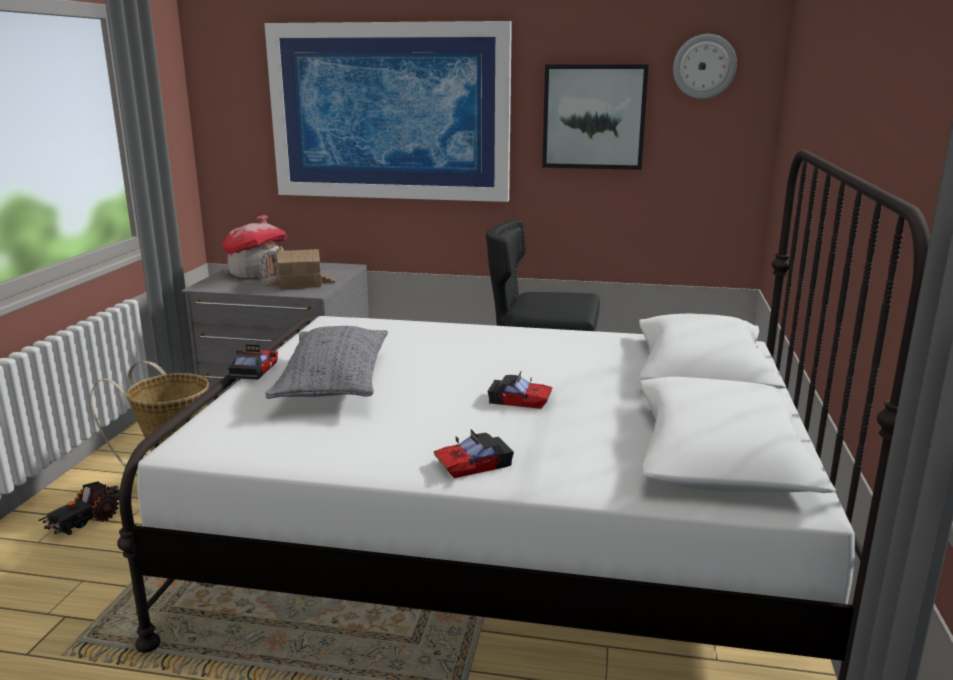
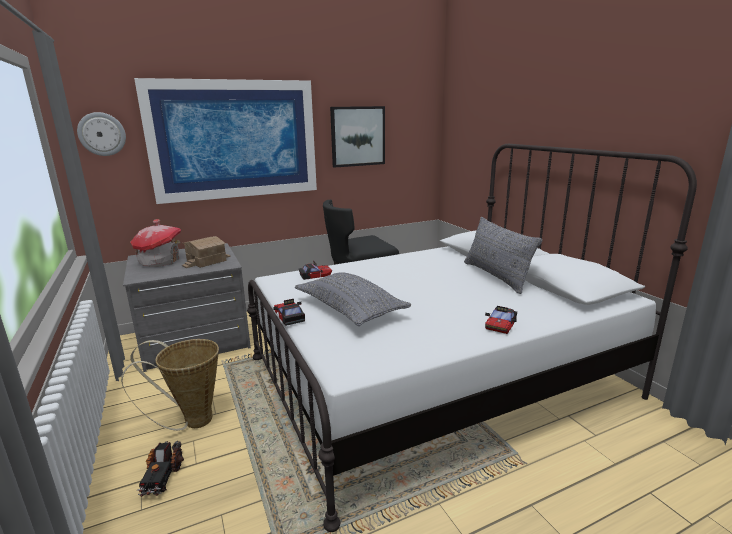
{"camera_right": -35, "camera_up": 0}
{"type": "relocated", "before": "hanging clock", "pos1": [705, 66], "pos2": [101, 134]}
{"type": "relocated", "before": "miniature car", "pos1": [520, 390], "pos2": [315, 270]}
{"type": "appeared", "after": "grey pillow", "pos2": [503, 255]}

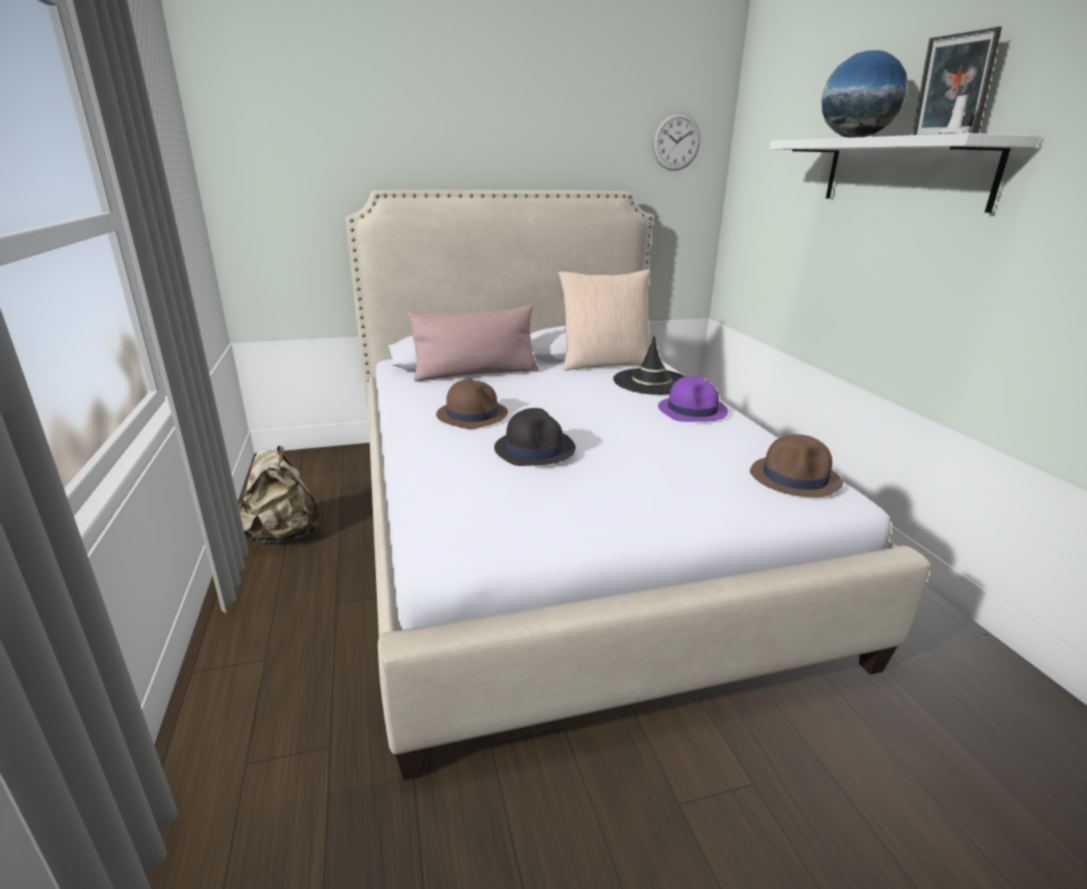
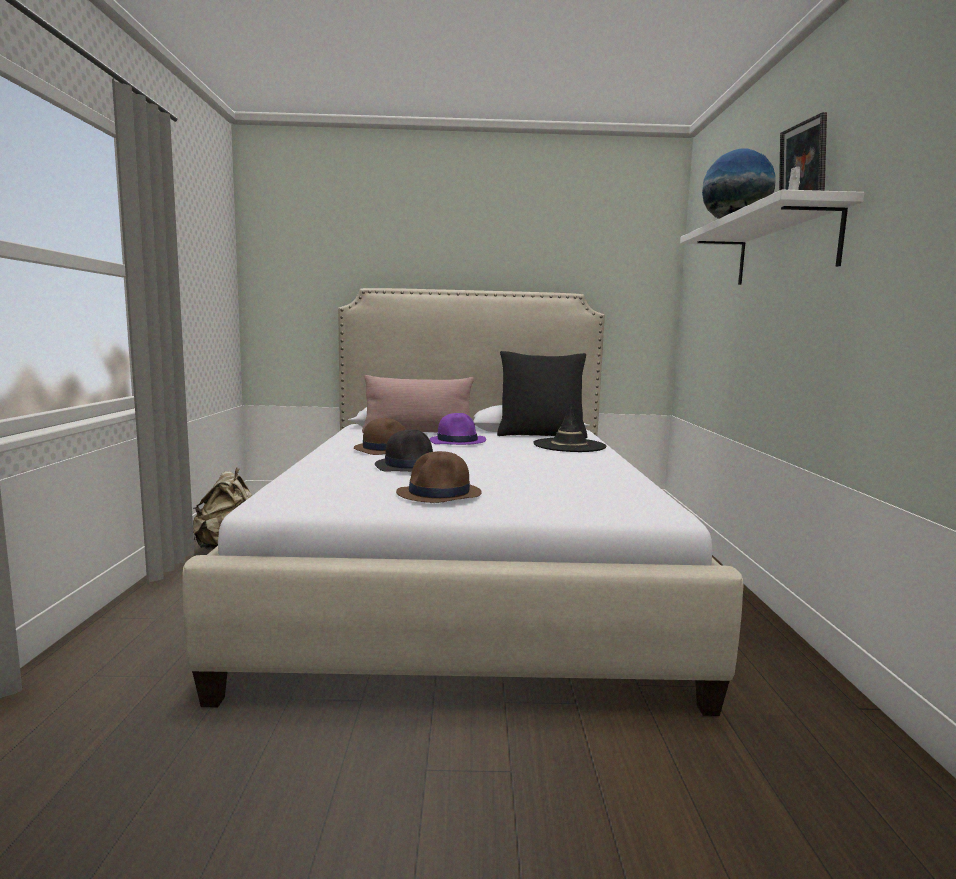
{"camera_right": 15, "camera_up": -15}
{"type": "relocated", "before": "brownish clothing hat", "pos1": [796, 465], "pos2": [439, 477]}
{"type": "relocated", "before": "purple-coloured clothing hat", "pos1": [693, 399], "pos2": [458, 429]}
{"type": "colour", "before": "sand-coloured pillow", "after": "black-coloured pillow", "pos1": [604, 320], "pos2": [542, 395]}
{"type": "missing", "before": "hanging clock", "pos1": [676, 141]}

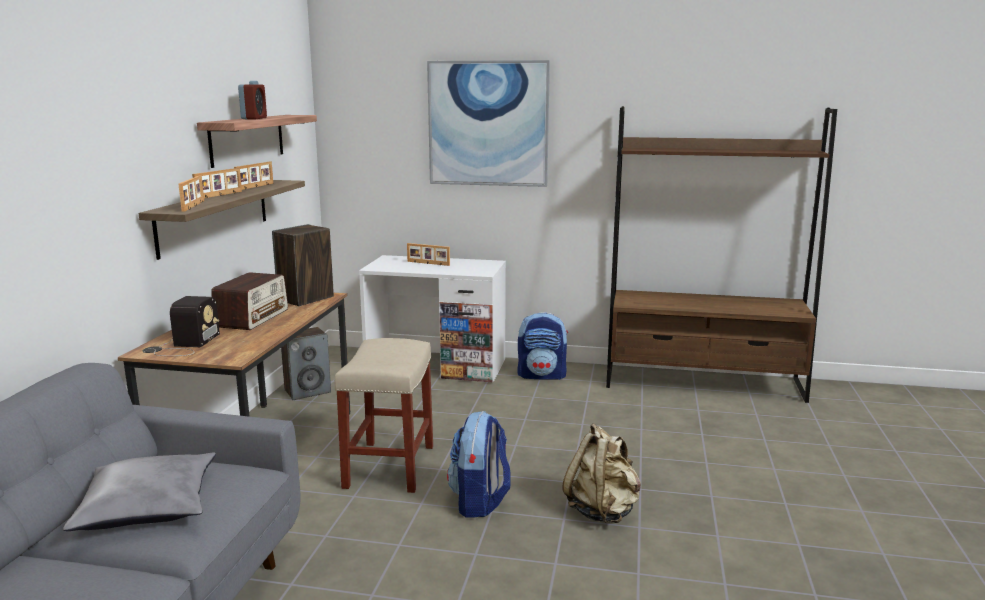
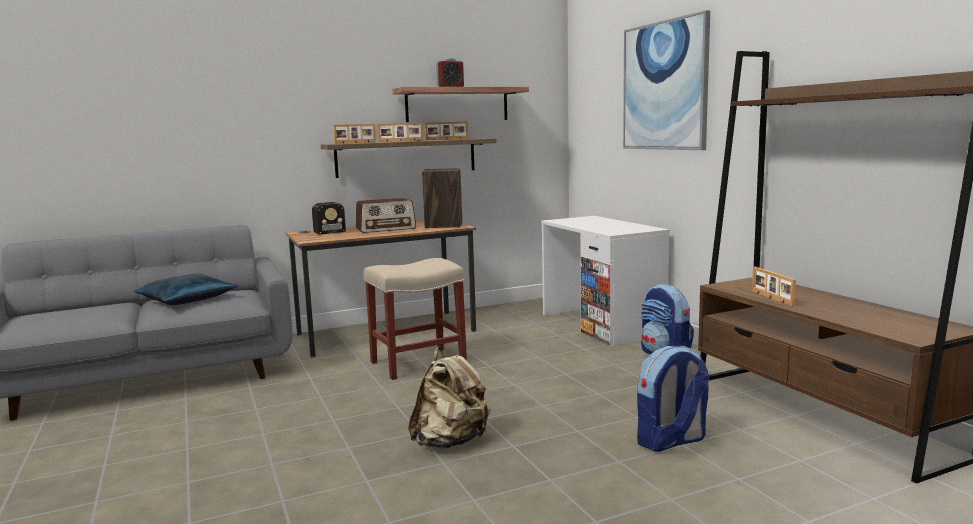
{"camera_right": 55, "camera_up": -5}
{"type": "colour", "before": "grey pillow", "after": "bluish pillow", "pos1": [139, 491], "pos2": [186, 289]}
{"type": "relocated", "before": "rucksack", "pos1": [479, 464], "pos2": [673, 399]}
{"type": "relocated", "before": "photo frame", "pos1": [428, 254], "pos2": [774, 287]}
{"type": "missing", "before": "audio speaker", "pos1": [306, 363]}

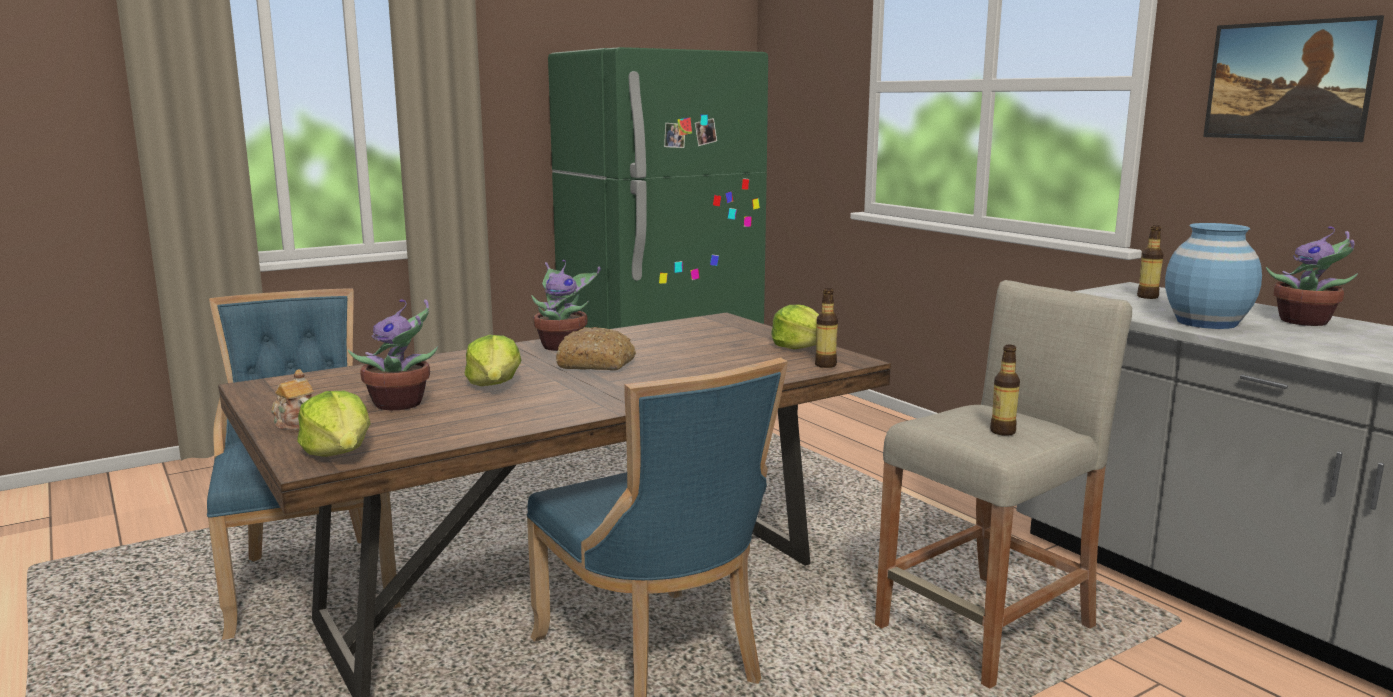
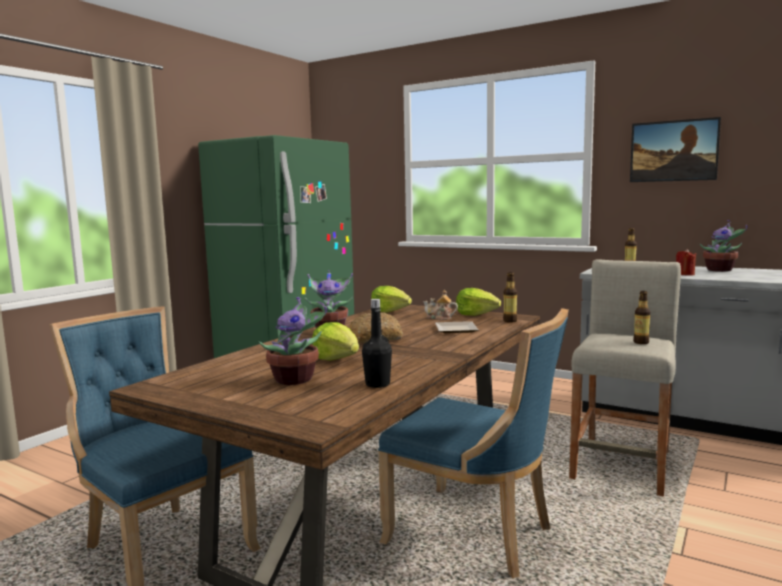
{"camera_right": -25, "camera_up": -5}
{"type": "appeared", "after": "black-coloured bottle", "pos2": [377, 343]}
{"type": "relocated", "before": "lettuce", "pos1": [333, 424], "pos2": [391, 299]}
{"type": "relocated", "before": "pot for tea", "pos1": [293, 399], "pos2": [440, 305]}
{"type": "appeared", "after": "flat dish", "pos2": [456, 327]}
{"type": "exchanged", "before": "bluish vase", "after": "red-coloured candle", "pos1": [1213, 276], "pos2": [686, 262]}

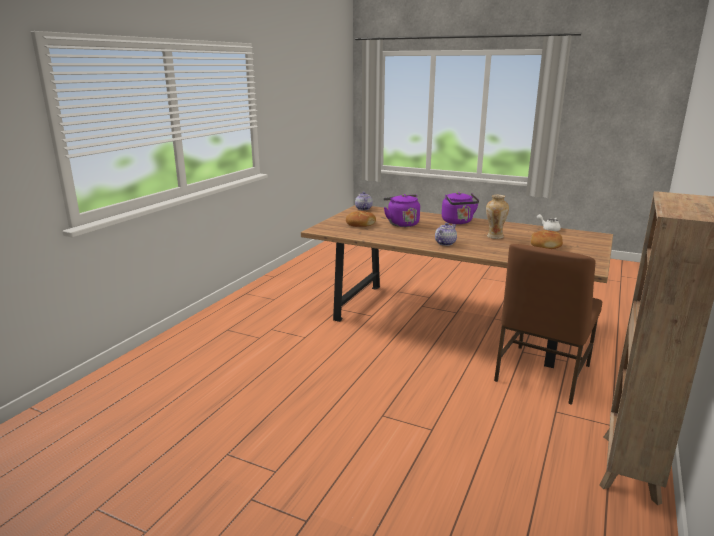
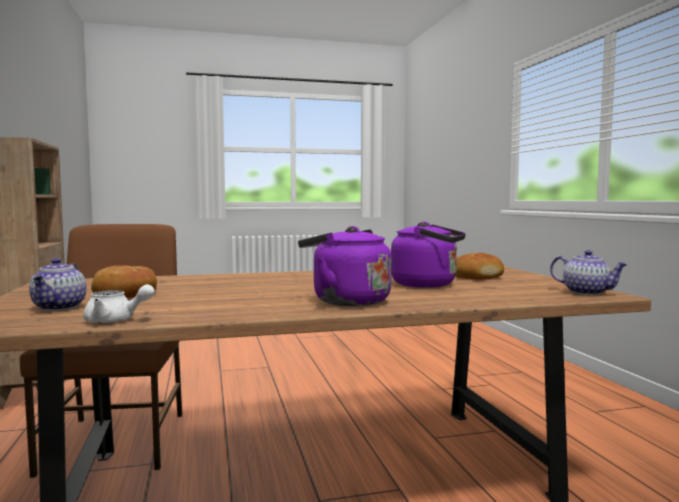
{"camera_right": 140, "camera_up": -15}
{"type": "relocated", "before": "pot for tea", "pos1": [446, 234], "pos2": [58, 284]}
{"type": "missing", "before": "vase", "pos1": [497, 217]}

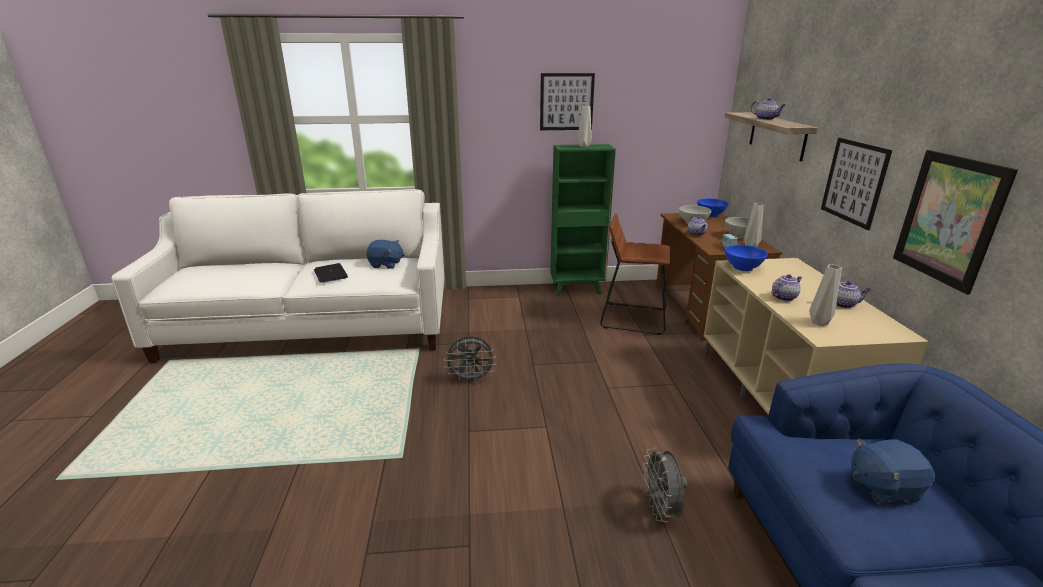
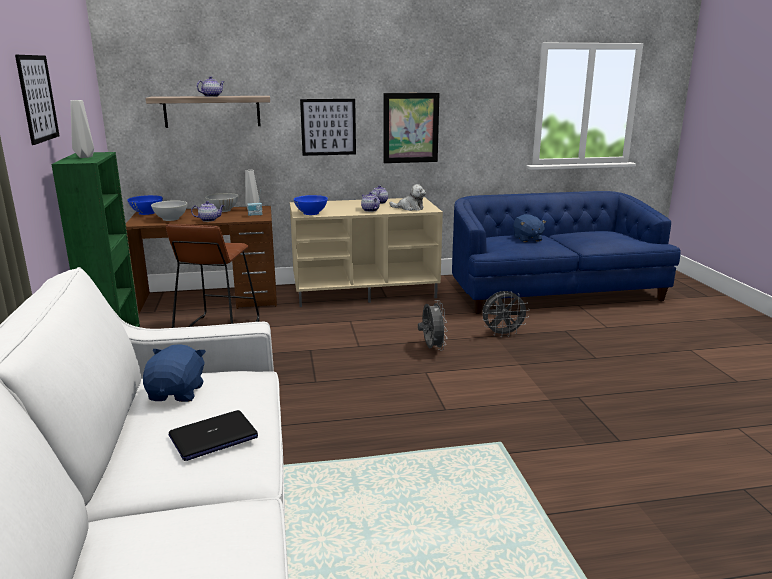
{"camera_right": -95, "camera_up": -5}
{"type": "exchanged", "before": "grey vase", "after": "soft toy", "pos1": [825, 295], "pos2": [407, 197]}
{"type": "relocated", "before": "grey electric fan", "pos1": [470, 360], "pos2": [433, 325]}

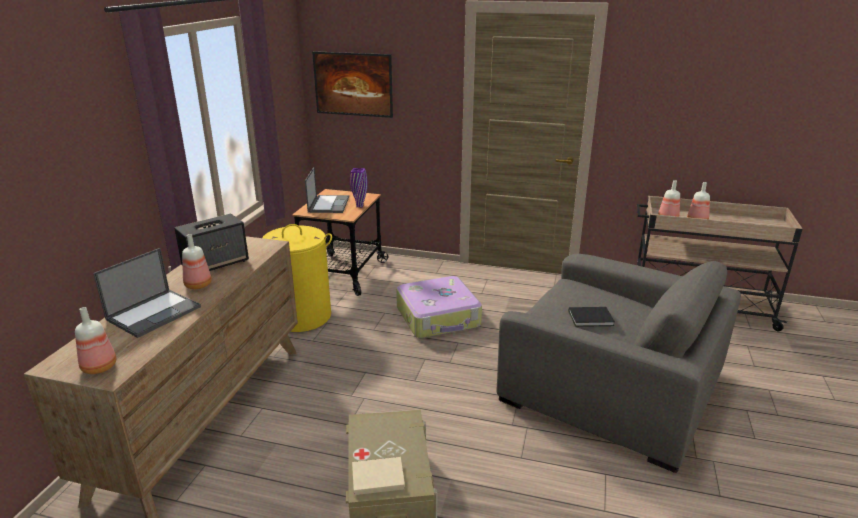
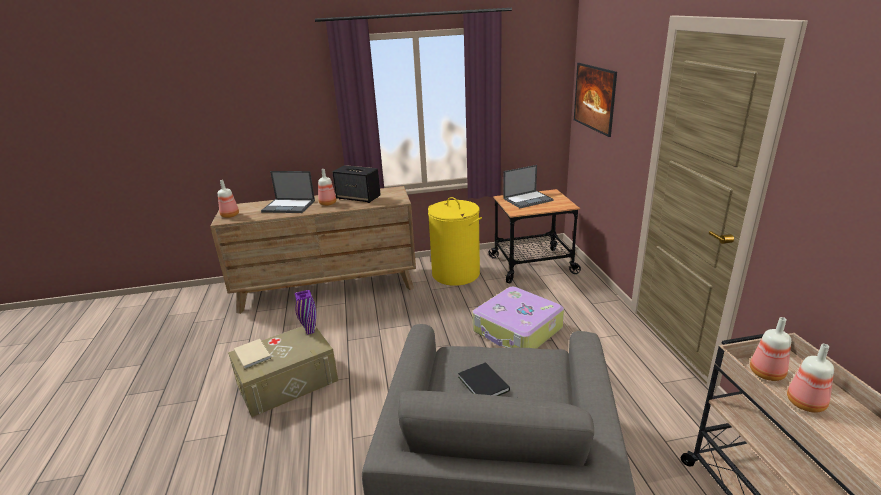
{"camera_right": 65, "camera_up": 0}
{"type": "relocated", "before": "purple-coloured vase", "pos1": [359, 187], "pos2": [305, 312]}

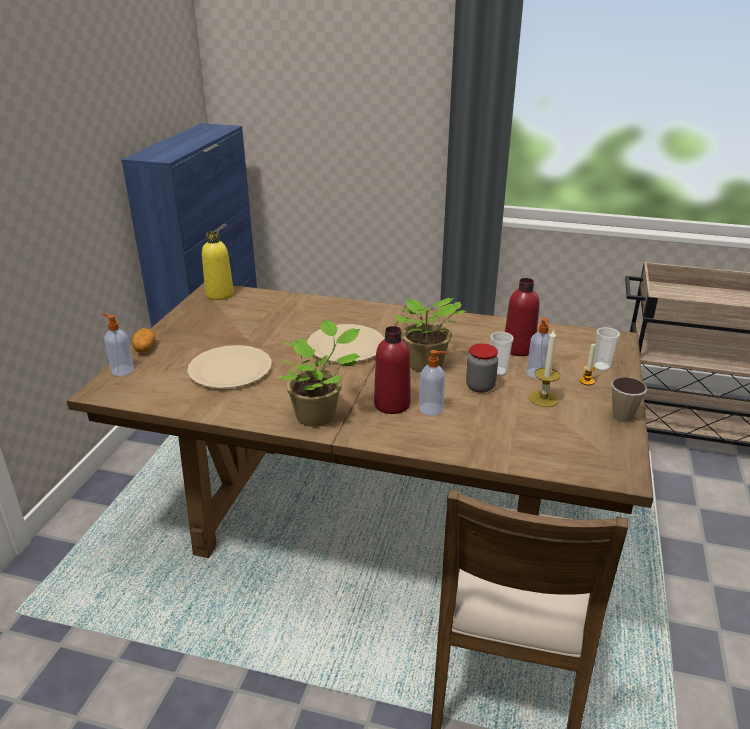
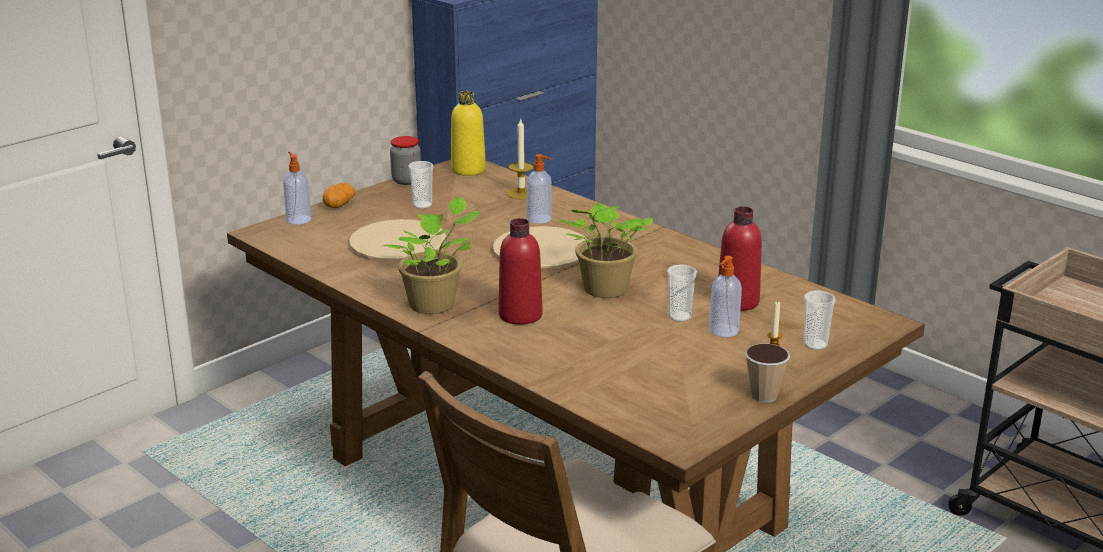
{"camera_right": 30, "camera_up": -5}
{"type": "relocated", "before": "jar", "pos1": [482, 368], "pos2": [405, 160]}
{"type": "appeared", "after": "cup", "pos2": [420, 185]}
{"type": "relocated", "before": "candle", "pos1": [544, 368], "pos2": [520, 158]}
{"type": "relocated", "before": "soap bottle", "pos1": [434, 383], "pos2": [539, 189]}

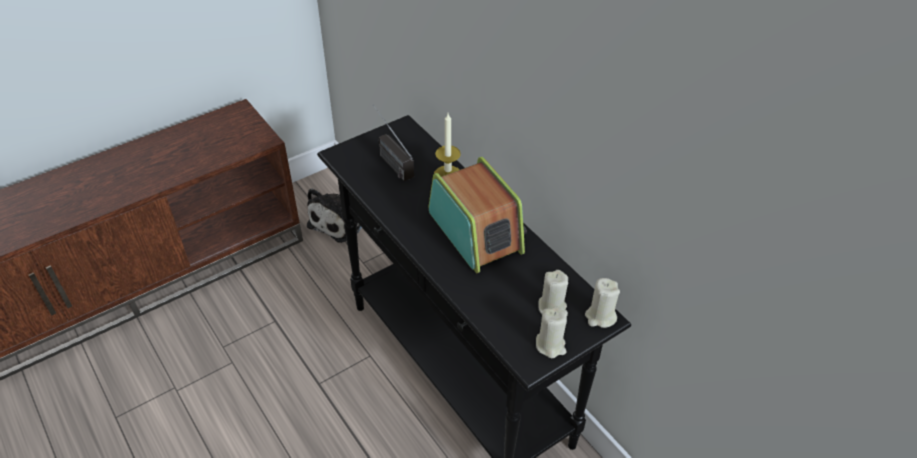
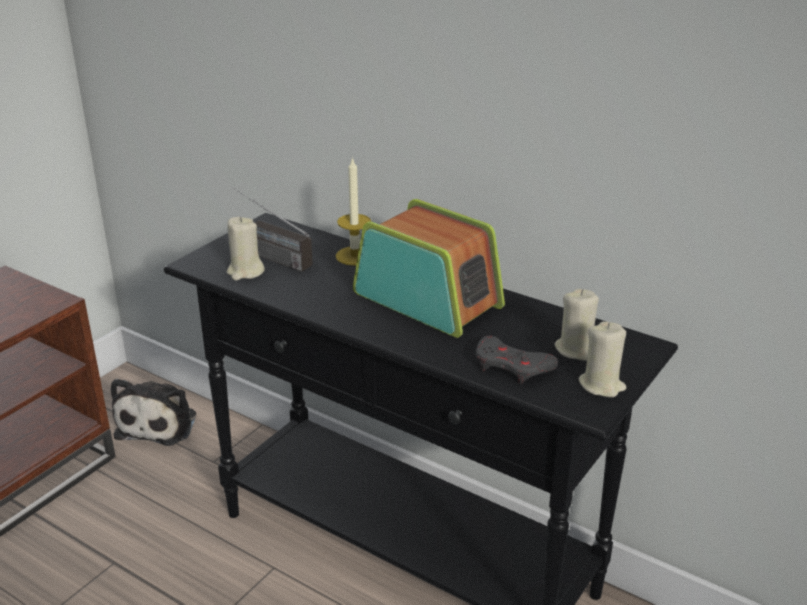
{"camera_right": -20, "camera_up": -15}
{"type": "relocated", "before": "sand-coloured candle", "pos1": [602, 303], "pos2": [246, 248]}
{"type": "appeared", "after": "grey joypad", "pos2": [517, 360]}

